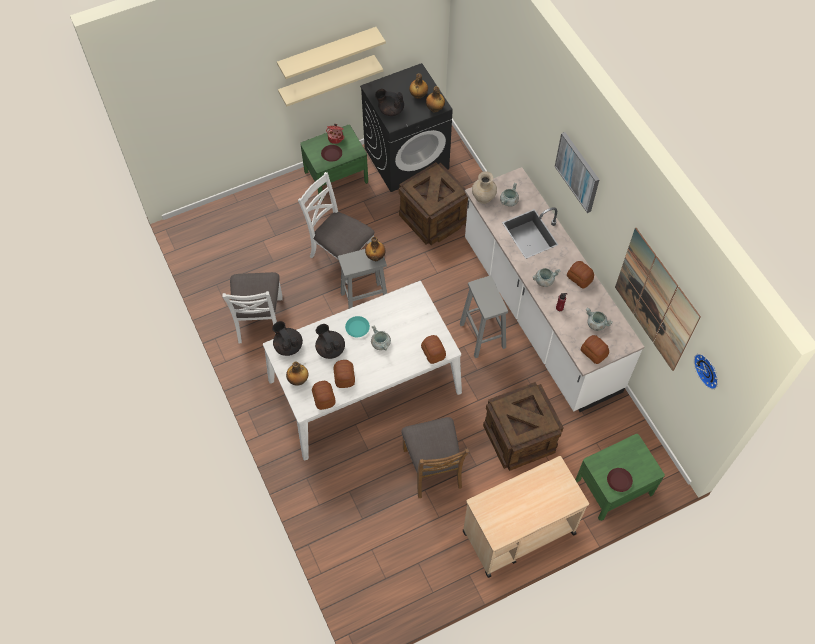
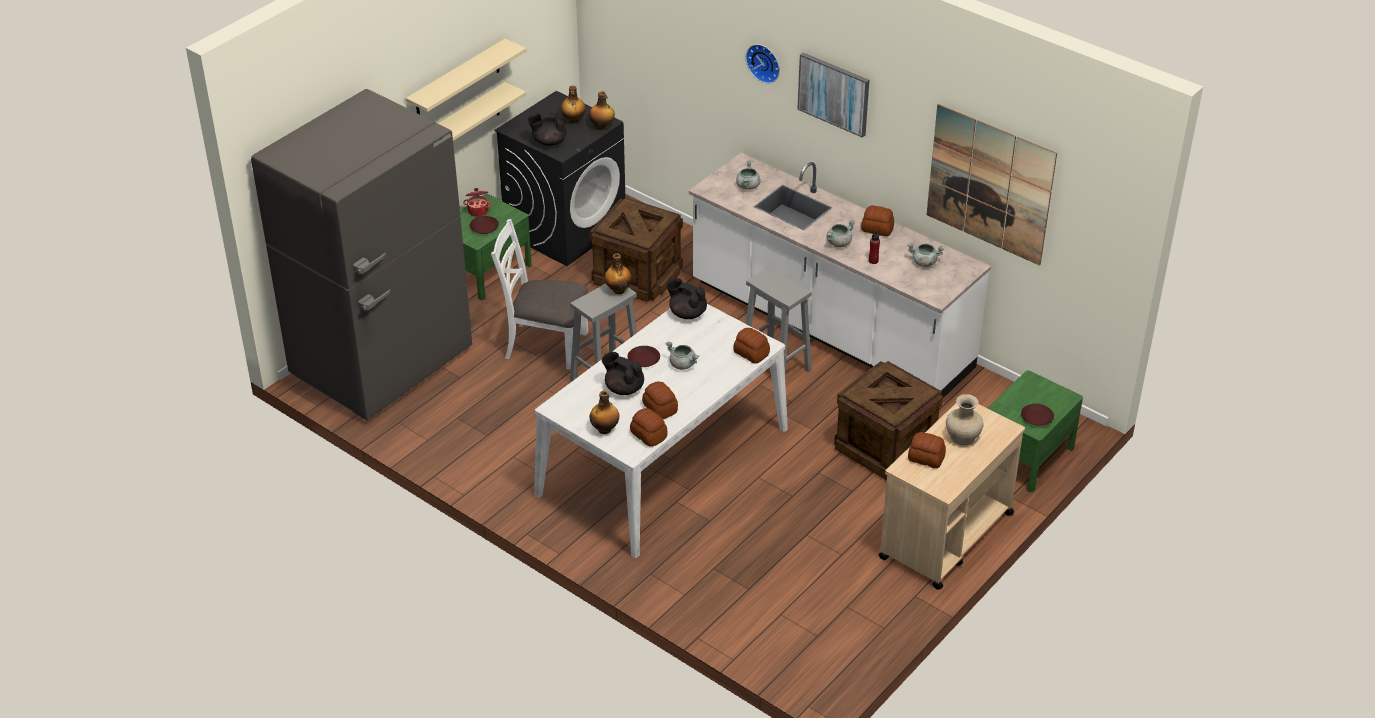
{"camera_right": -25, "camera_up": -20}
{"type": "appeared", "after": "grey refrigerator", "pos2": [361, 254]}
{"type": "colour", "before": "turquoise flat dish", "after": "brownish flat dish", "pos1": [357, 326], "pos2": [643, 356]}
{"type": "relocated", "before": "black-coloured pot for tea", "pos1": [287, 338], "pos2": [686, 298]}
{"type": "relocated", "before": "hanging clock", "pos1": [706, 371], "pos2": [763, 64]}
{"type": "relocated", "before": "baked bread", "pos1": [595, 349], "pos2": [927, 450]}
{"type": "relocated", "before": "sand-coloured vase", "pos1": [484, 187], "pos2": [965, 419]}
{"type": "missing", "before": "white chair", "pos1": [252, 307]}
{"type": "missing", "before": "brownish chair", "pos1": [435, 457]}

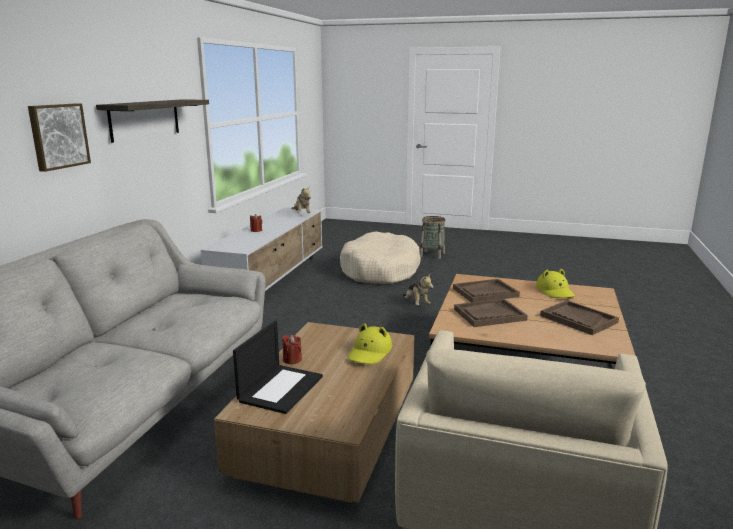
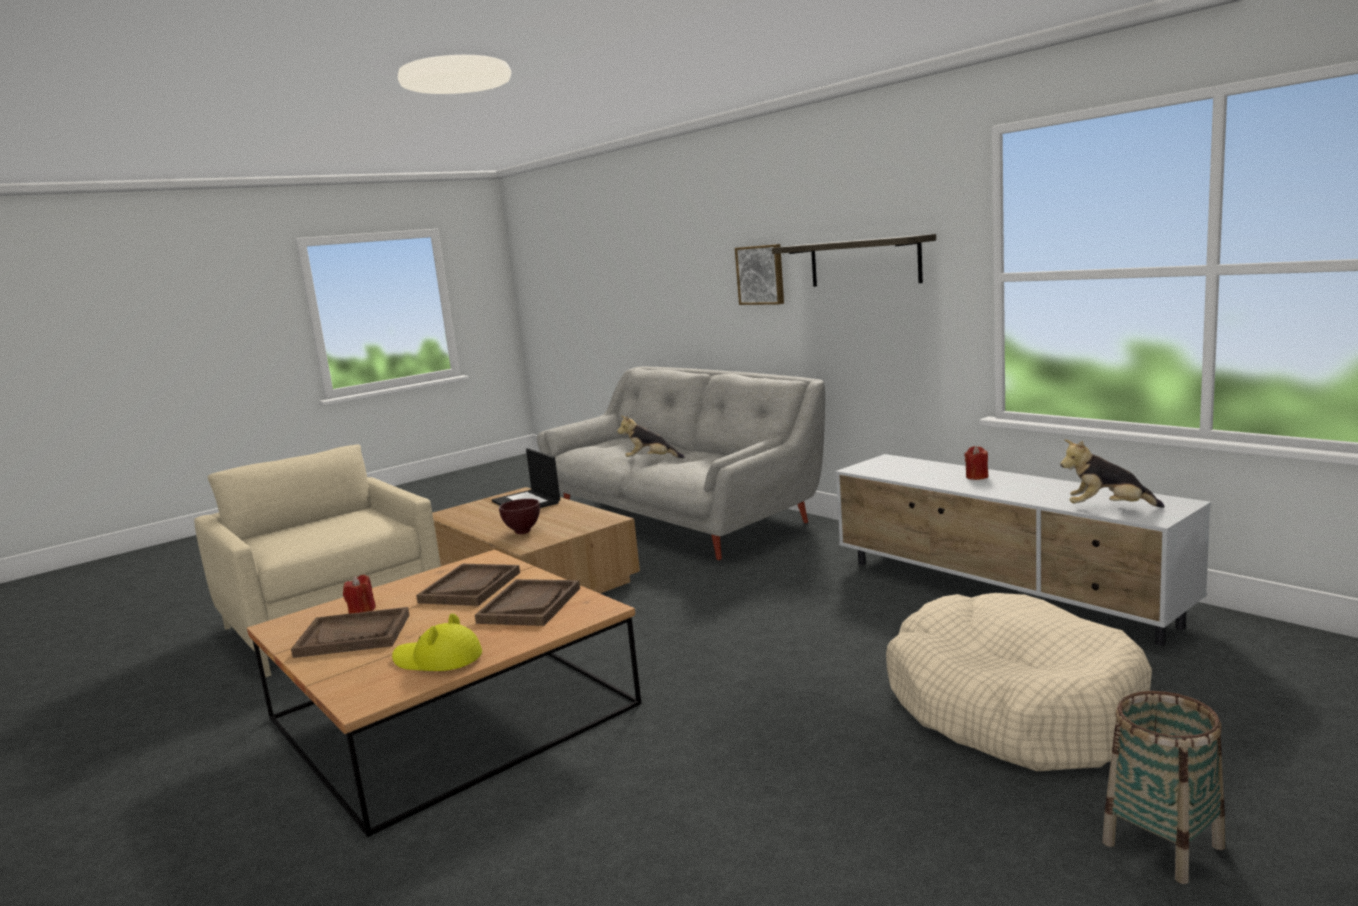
{"camera_right": 125, "camera_up": -5}
{"type": "relocated", "before": "red-coloured candle", "pos1": [292, 349], "pos2": [359, 594]}
{"type": "exchanged", "before": "yellow-coloured clothing hat", "after": "brownish bowl", "pos1": [369, 343], "pos2": [519, 516]}
{"type": "relocated", "before": "soft toy", "pos1": [418, 289], "pos2": [651, 437]}

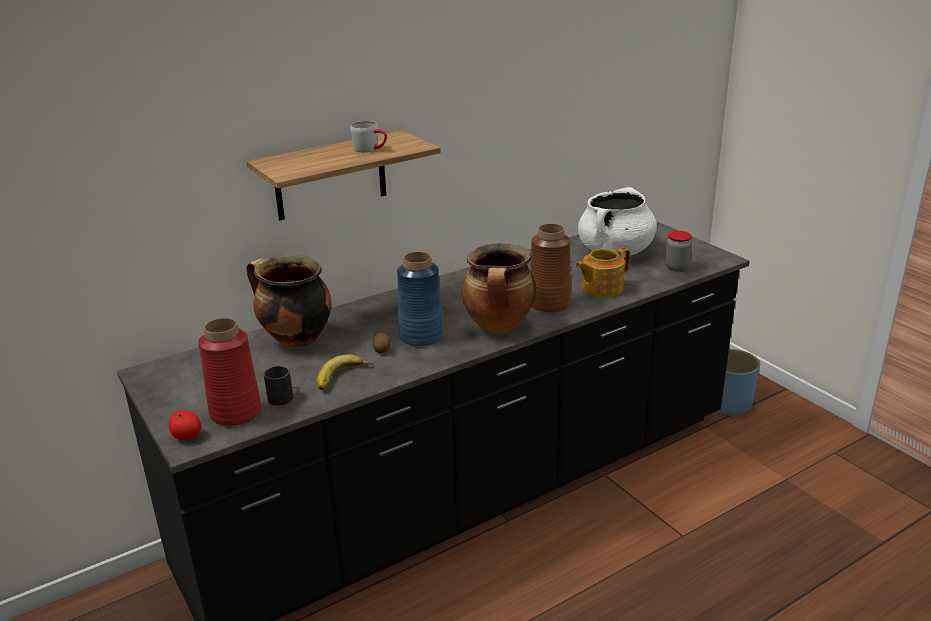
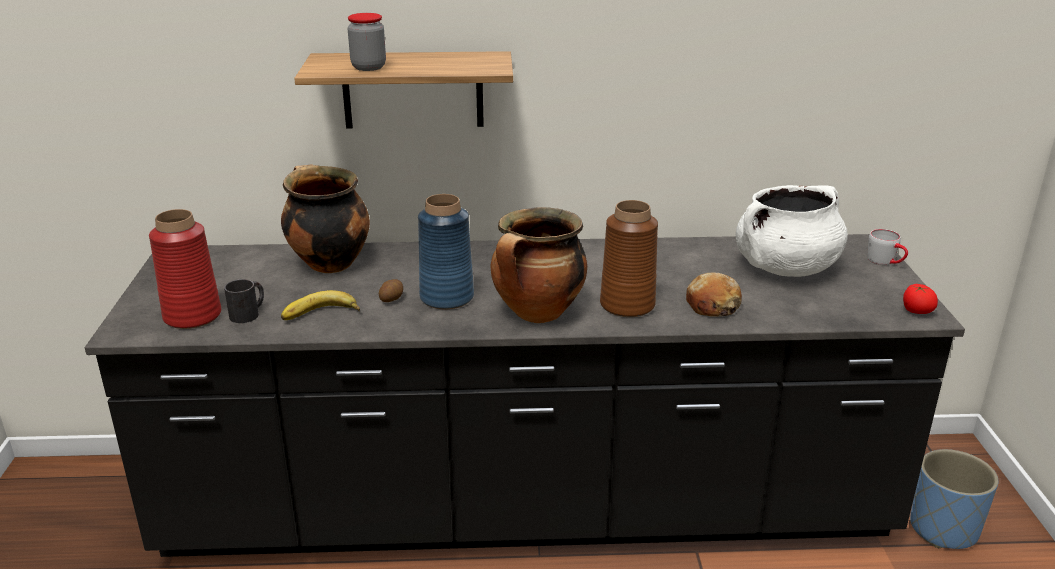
{"camera_right": 30, "camera_up": 0}
{"type": "relocated", "before": "jar", "pos1": [678, 251], "pos2": [367, 42]}
{"type": "exchanged", "before": "pot for tea", "after": "baked bread", "pos1": [603, 272], "pos2": [714, 295]}
{"type": "relocated", "before": "grey coffee mug", "pos1": [368, 136], "pos2": [887, 247]}
{"type": "relocated", "before": "whole tomato", "pos1": [185, 425], "pos2": [920, 299]}

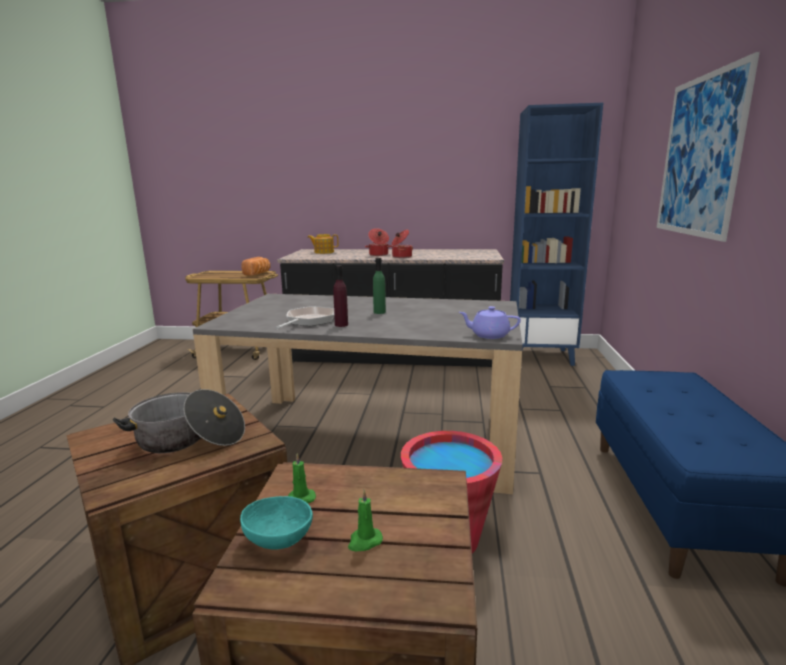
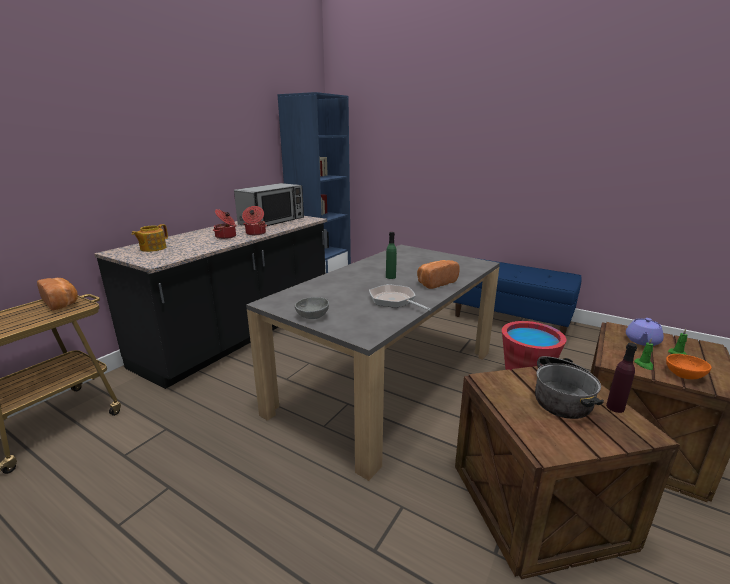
{"camera_right": -65, "camera_up": 5}
{"type": "appeared", "after": "microwave oven", "pos2": [269, 204]}
{"type": "appeared", "after": "grey bowl", "pos2": [312, 308]}
{"type": "appeared", "after": "baked bread", "pos2": [438, 274]}
{"type": "relocated", "before": "purple-coloured bottle", "pos1": [340, 296], "pos2": [621, 378]}
{"type": "relocated", "before": "purple-coloured pot for tea", "pos1": [490, 322], "pos2": [645, 332]}
{"type": "colour", "before": "turquoise bowl", "after": "orange-coloured bowl", "pos1": [276, 523], "pos2": [689, 366]}
{"type": "missing", "before": "wall picture", "pos1": [708, 147]}

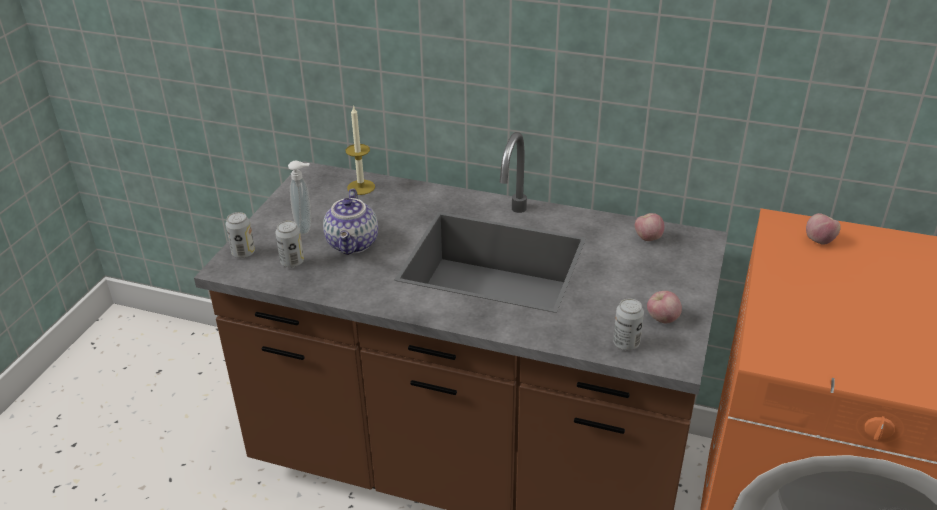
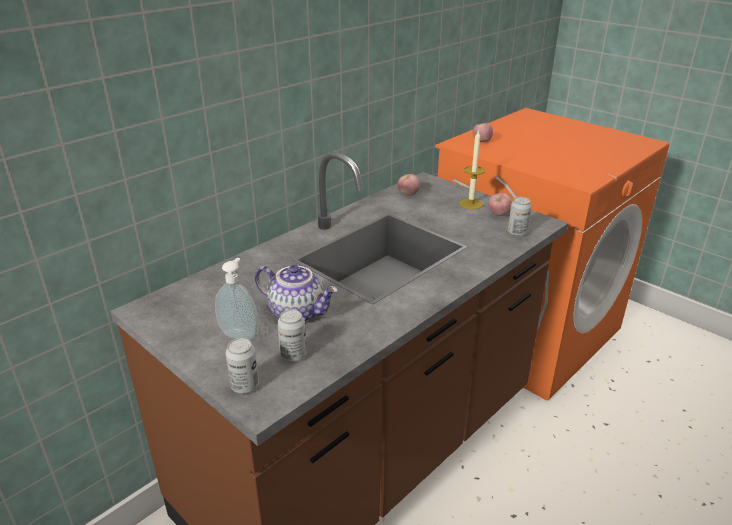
{"camera_right": -65, "camera_up": -5}
{"type": "relocated", "before": "candle", "pos1": [360, 150], "pos2": [472, 169]}

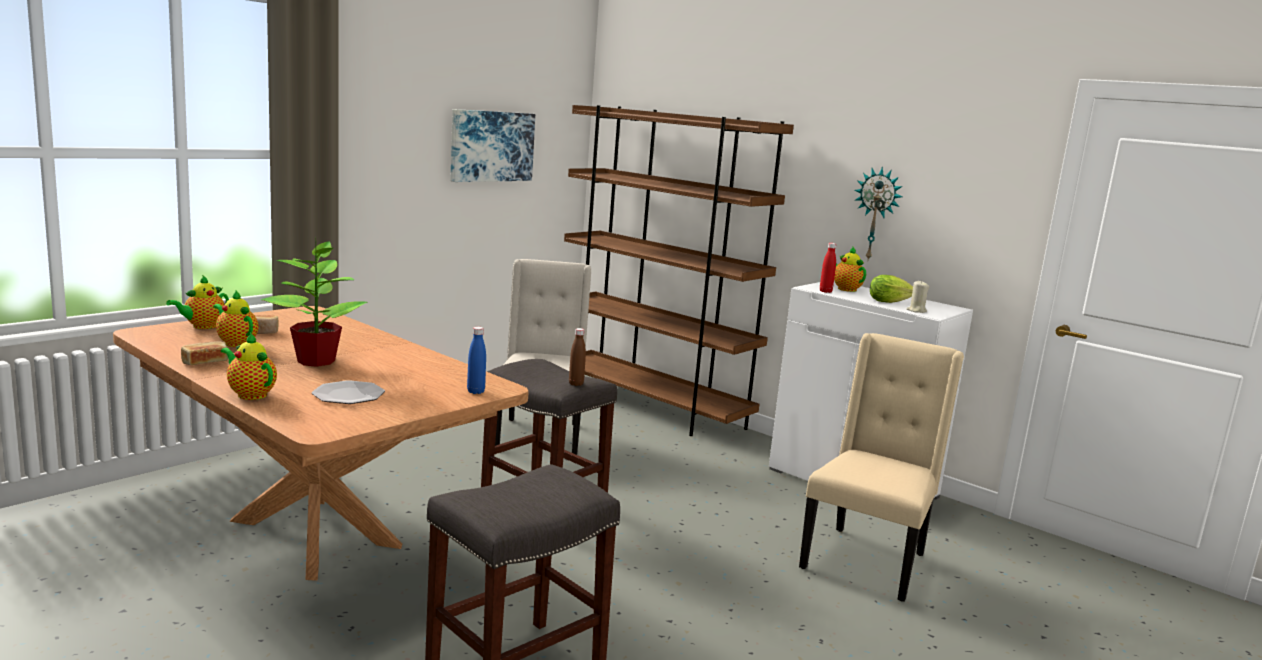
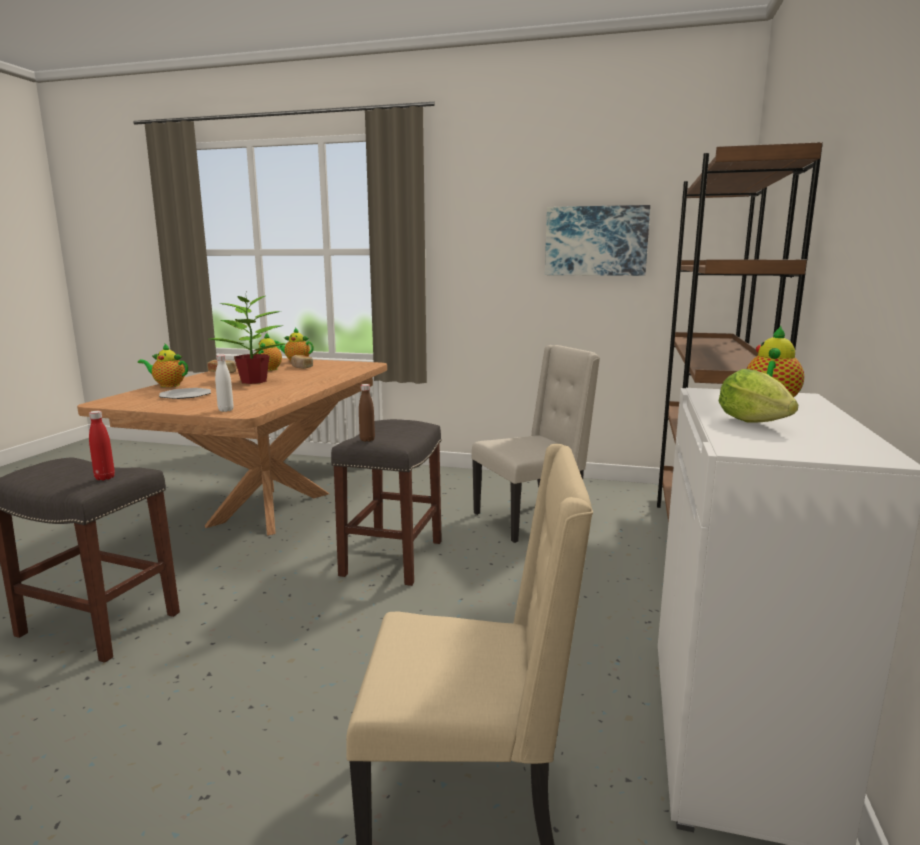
{"camera_right": 65, "camera_up": 0}
{"type": "relocated", "before": "red-coloured bottle", "pos1": [828, 268], "pos2": [102, 446]}
{"type": "spun", "before": "pot for tea", "pos1": [249, 366], "pos2": [163, 365], "turn": -90}
{"type": "colour", "before": "bluish bottle", "after": "white bottle", "pos1": [476, 360], "pos2": [224, 383]}
{"type": "missing", "before": "hanging clock", "pos1": [878, 213]}
{"type": "missing", "before": "sand-coloured candle", "pos1": [917, 296]}

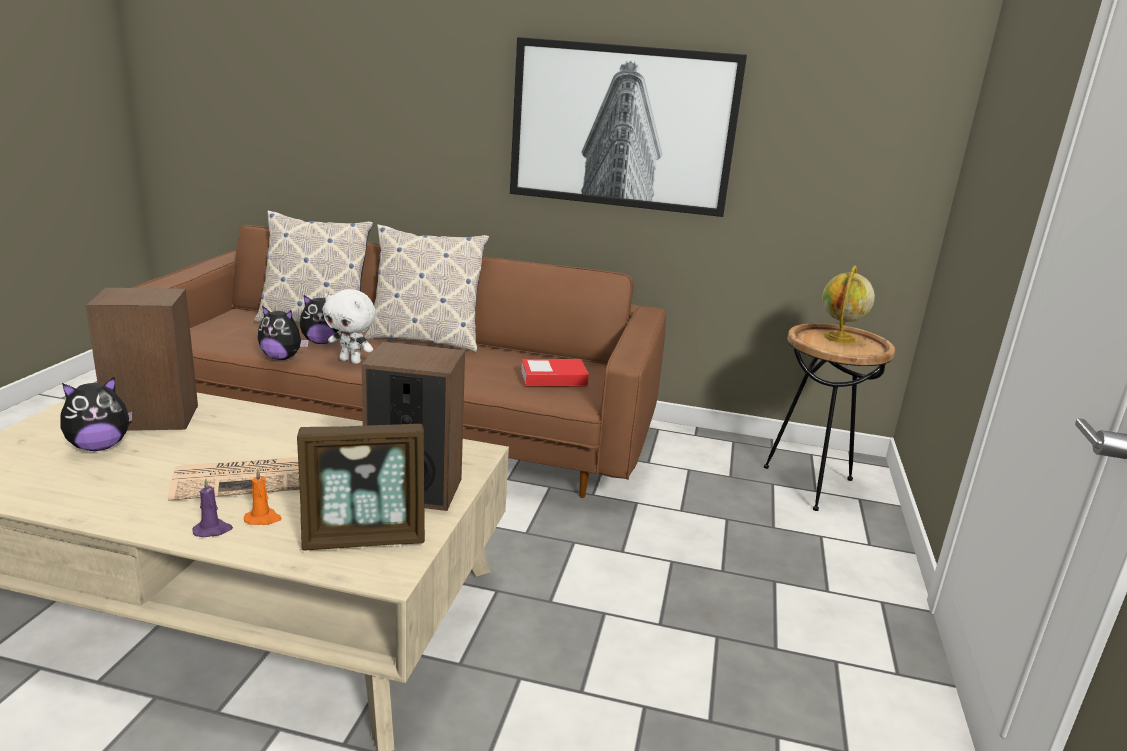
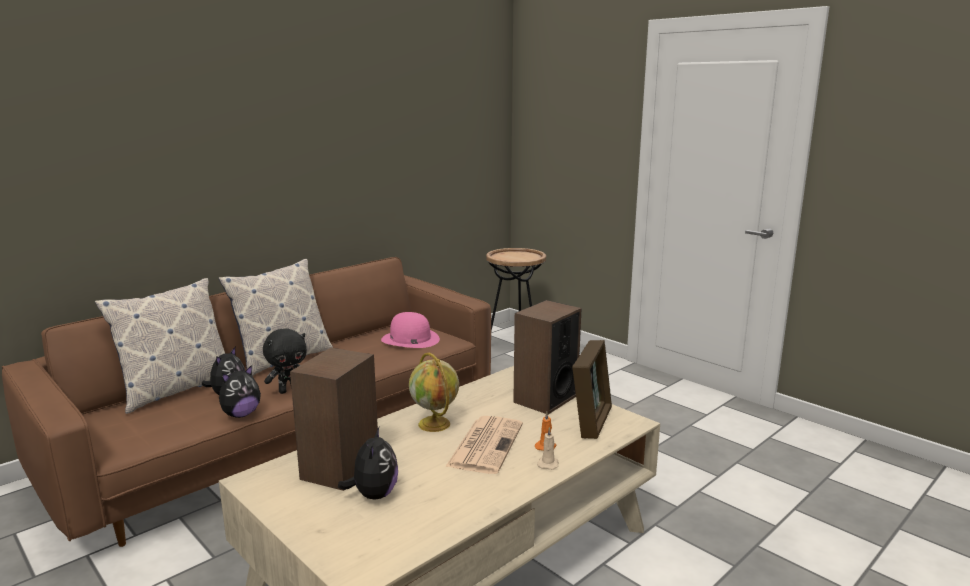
{"camera_right": -55, "camera_up": -5}
{"type": "colour", "before": "white soft toy", "after": "black-coloured soft toy", "pos1": [349, 326], "pos2": [285, 361]}
{"type": "exchanged", "before": "book", "after": "pink clothing hat", "pos1": [555, 372], "pos2": [410, 330]}
{"type": "relocated", "before": "globe", "pos1": [848, 305], "pos2": [434, 392]}
{"type": "colour", "before": "purple-coloured candle", "after": "sand-coloured candle", "pos1": [212, 508], "pos2": [547, 448]}
{"type": "missing", "before": "wall picture", "pos1": [628, 127]}

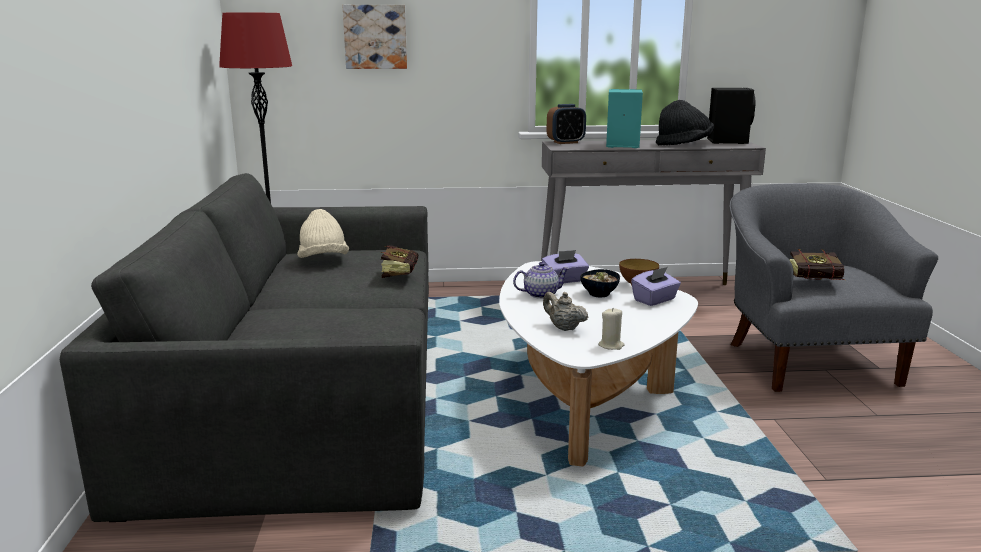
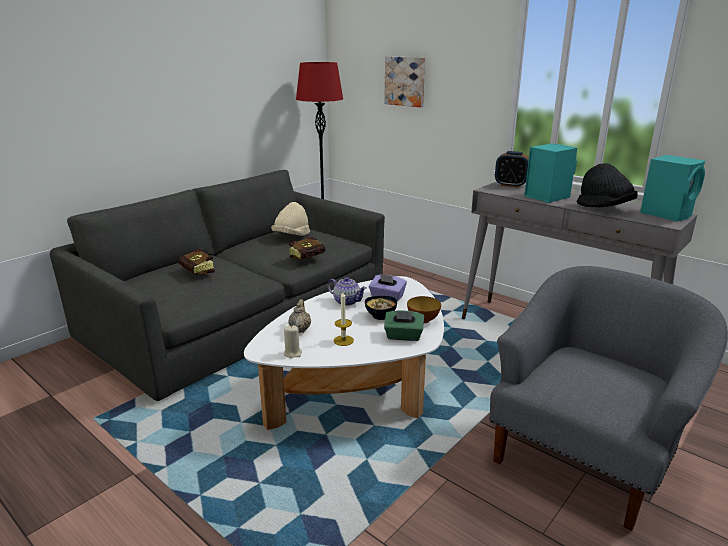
{"camera_right": 45, "camera_up": 5}
{"type": "relocated", "before": "book", "pos1": [818, 264], "pos2": [196, 263]}
{"type": "appeared", "after": "candle", "pos2": [344, 319]}
{"type": "colour", "before": "purple-coloured tissue box", "after": "green-coloured tissue box", "pos1": [656, 286], "pos2": [404, 326]}
{"type": "colour", "before": "black-coloured audio speaker", "after": "turquoise audio speaker", "pos1": [731, 116], "pos2": [672, 188]}

